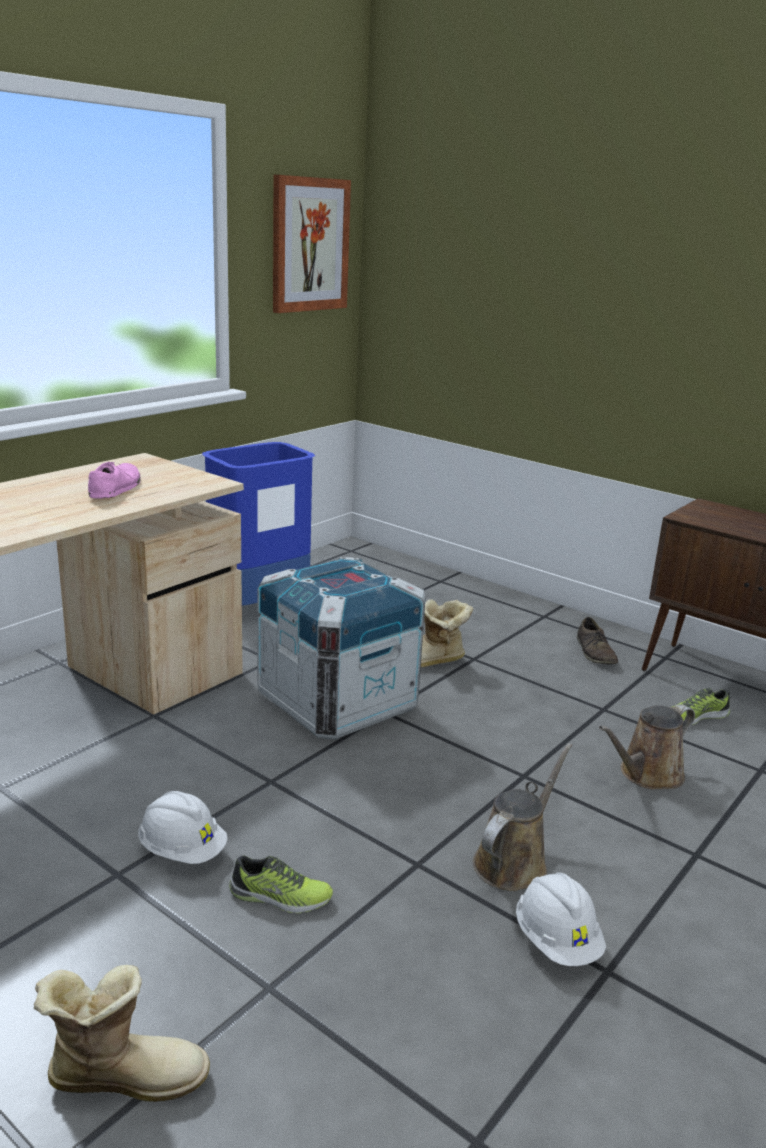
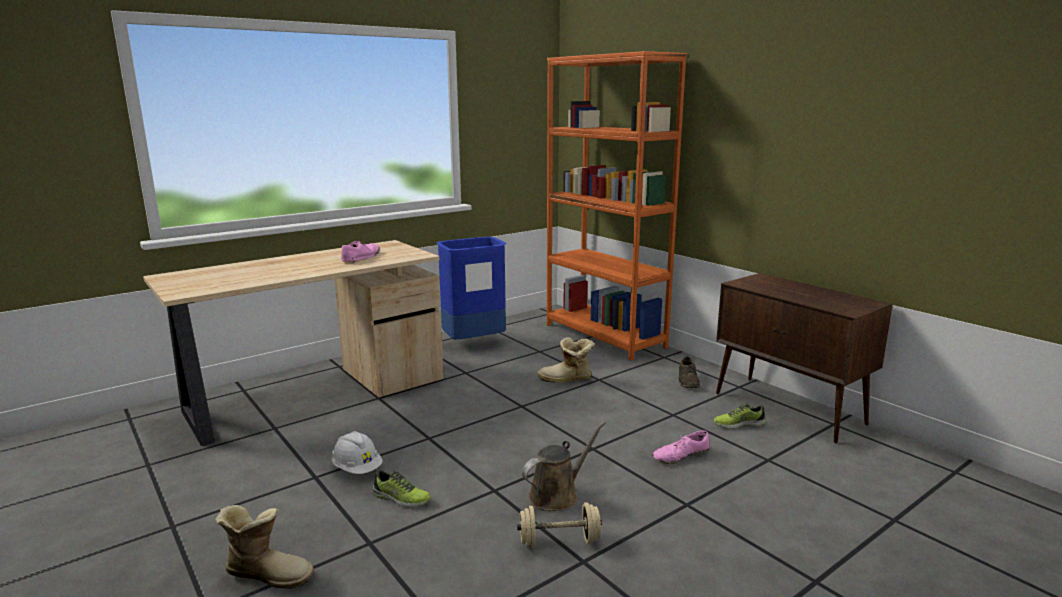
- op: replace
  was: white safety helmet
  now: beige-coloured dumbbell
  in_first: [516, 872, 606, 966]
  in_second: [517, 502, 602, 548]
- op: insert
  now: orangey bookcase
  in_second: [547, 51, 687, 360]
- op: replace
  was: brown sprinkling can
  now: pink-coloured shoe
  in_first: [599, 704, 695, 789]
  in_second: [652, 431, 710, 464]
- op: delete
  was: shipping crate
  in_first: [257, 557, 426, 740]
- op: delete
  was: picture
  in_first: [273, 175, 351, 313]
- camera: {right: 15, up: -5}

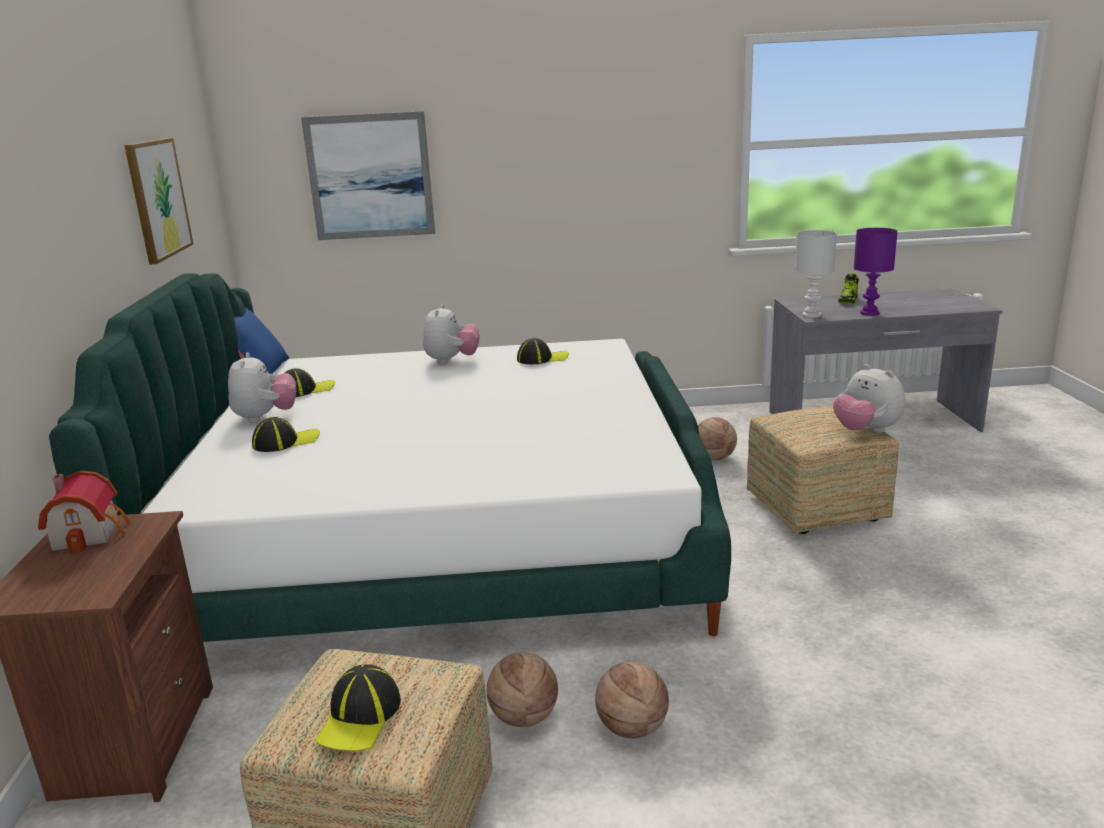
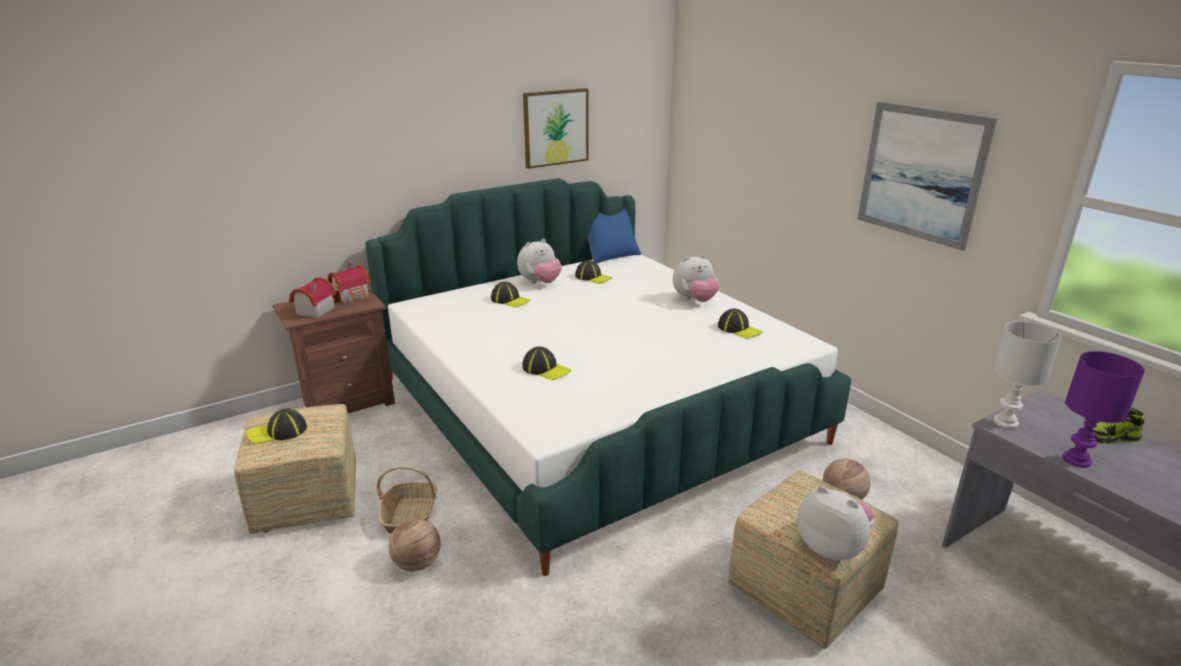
- op: insert
  now: toy house
  in_second: [289, 277, 336, 318]
- op: replace
  was: basketball ball
  now: storage basket
  in_first: [486, 652, 558, 727]
  in_second: [377, 466, 437, 533]
- op: insert
  now: cap
  in_second: [522, 346, 571, 380]
- op: rotate
  was: plush toy
  in_first: [833, 364, 906, 433]
  in_second: [797, 486, 875, 562]
  clockwise: 105
- op: move
  was: picture
  in_first: [301, 111, 435, 240]
  in_second: [858, 102, 997, 251]
- camera: {right: 60, up: 5}

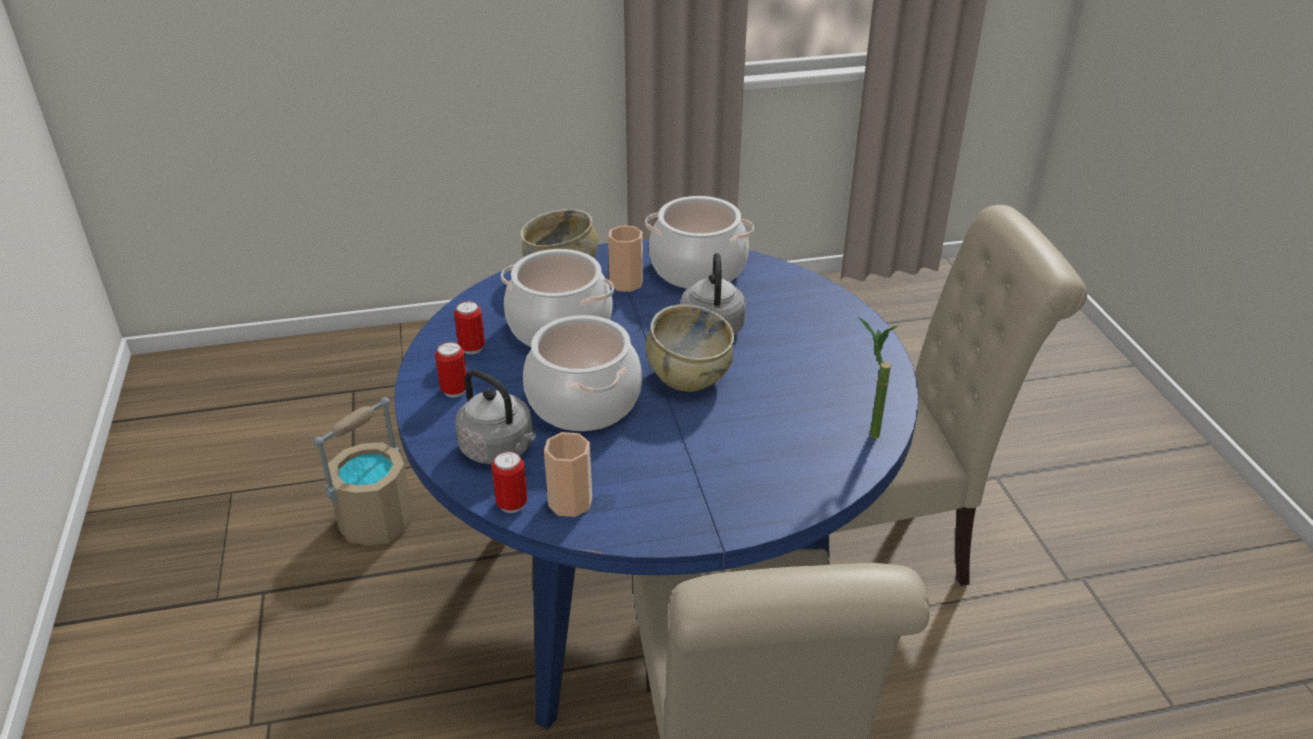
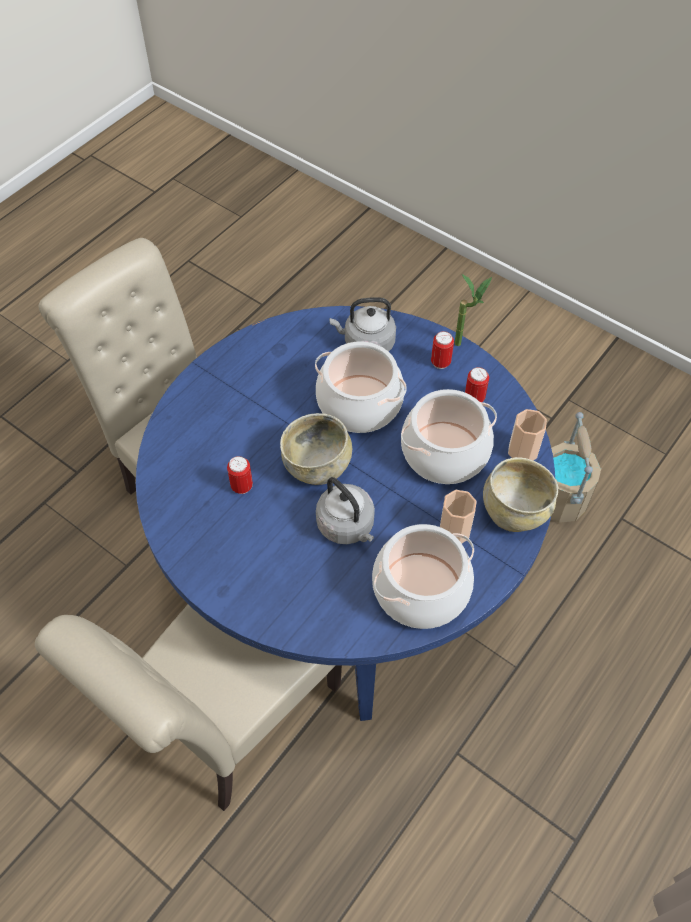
- op: move
  was: sealed can
  in_first: [491, 451, 527, 513]
  in_second: [227, 456, 253, 494]
- op: move
  was: potted plant
  in_first: [858, 317, 898, 439]
  in_second: [455, 274, 492, 346]
- op: move
  was: drinking cup
  in_first: [544, 432, 592, 517]
  in_second: [508, 409, 547, 460]
- camera: {right: 140, up: 20}

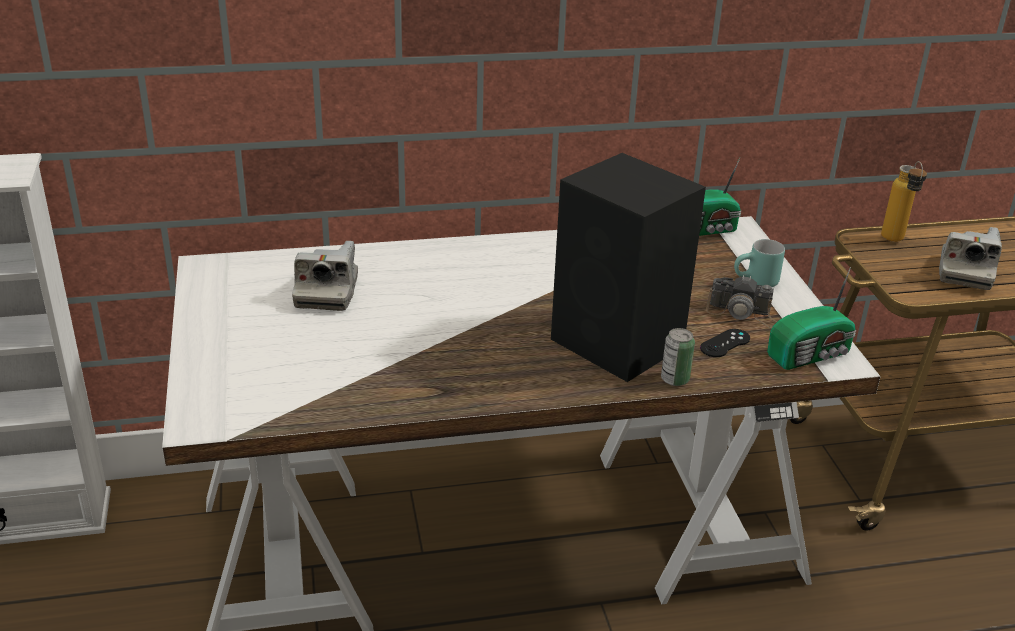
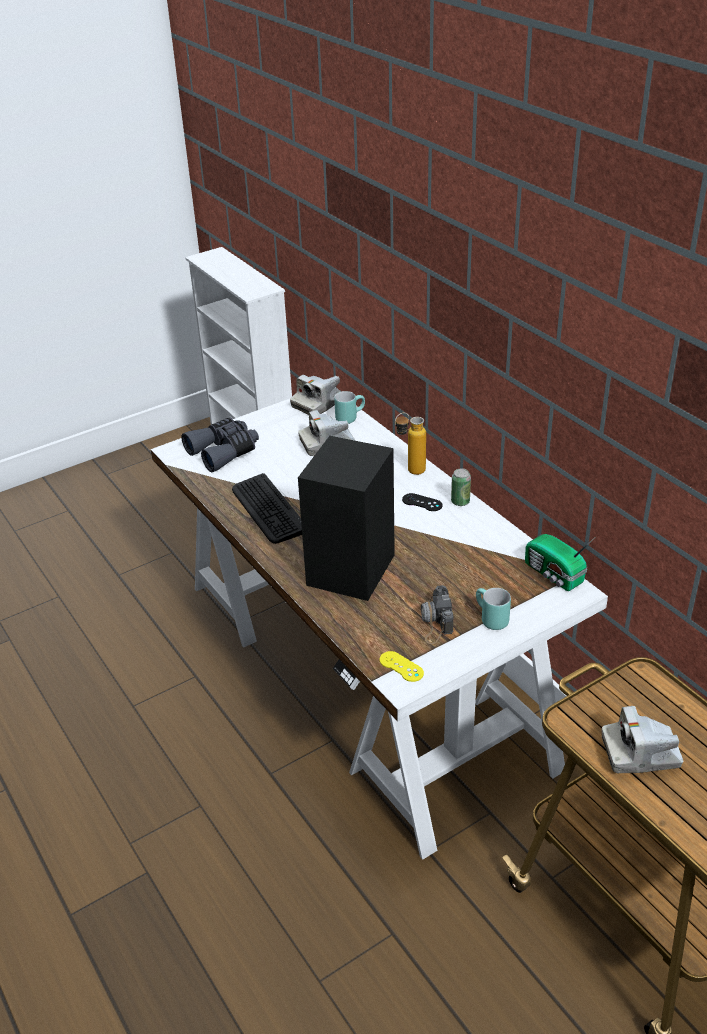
- op: insert
  now: greyish field glasses
  in_second: [181, 417, 259, 472]
- op: insert
  now: computer keyboard
  in_second: [232, 473, 302, 544]
- op: insert
  now: photo camera
  in_second: [290, 375, 342, 415]
- op: insert
  now: turquoise mug
  in_second: [334, 391, 365, 424]
- op: replace
  was: radio set
  now: yellow joypad
  in_first: [767, 267, 856, 370]
  in_second: [380, 651, 424, 682]
- op: move
  was: drink bottle
  in_first: [881, 161, 927, 242]
  in_second: [395, 413, 426, 475]
- op: move
  was: blackish joypad
  in_first: [700, 329, 750, 357]
  in_second: [402, 493, 443, 511]
- op: move
  was: sealed can
  in_first: [661, 328, 695, 386]
  in_second: [451, 468, 471, 506]
- camera: {right: 70, up: 5}

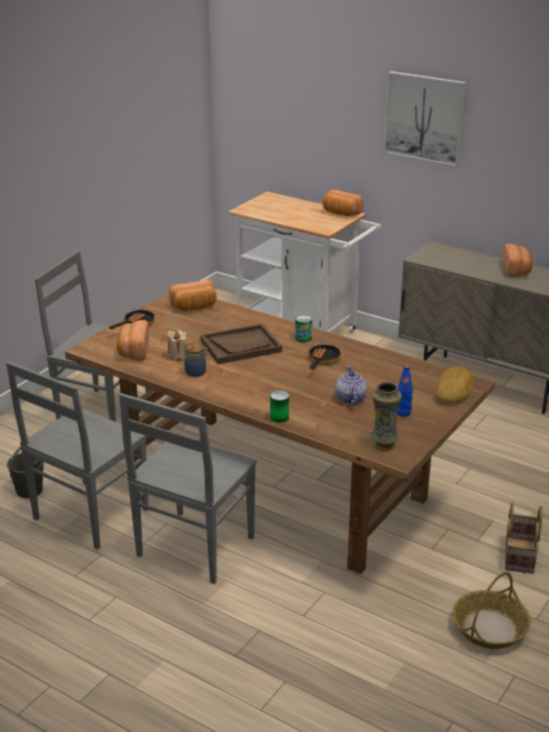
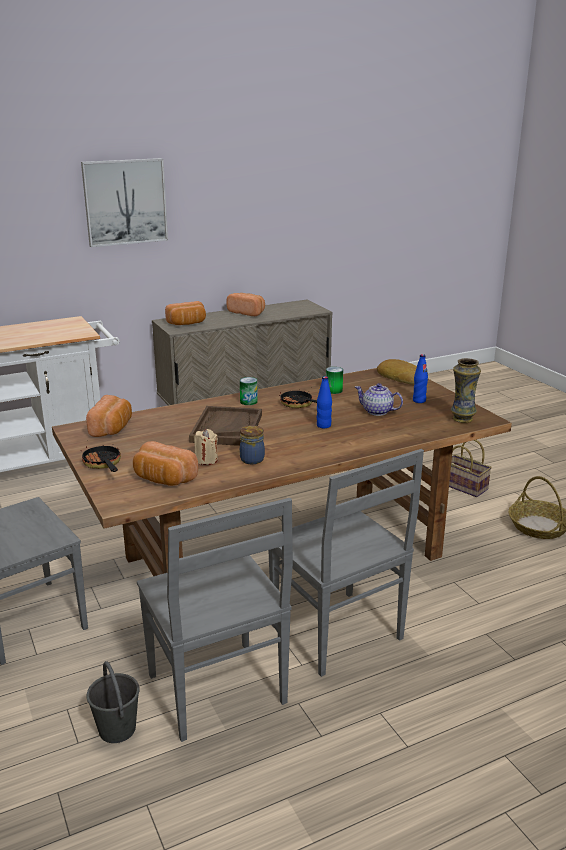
- op: move
  was: bakery bread
  in_first: [322, 190, 363, 216]
  in_second: [165, 301, 206, 325]
- op: insert
  now: blue drink bottle
  in_second: [317, 376, 332, 428]
- op: move
  was: sealed can
  in_first: [270, 391, 289, 423]
  in_second: [326, 367, 343, 394]
- camera: {right: -60, up: -5}

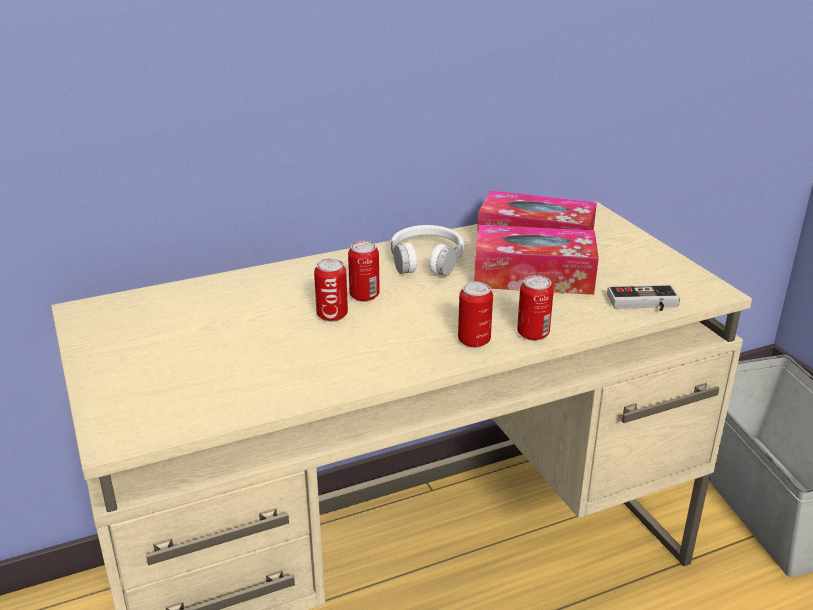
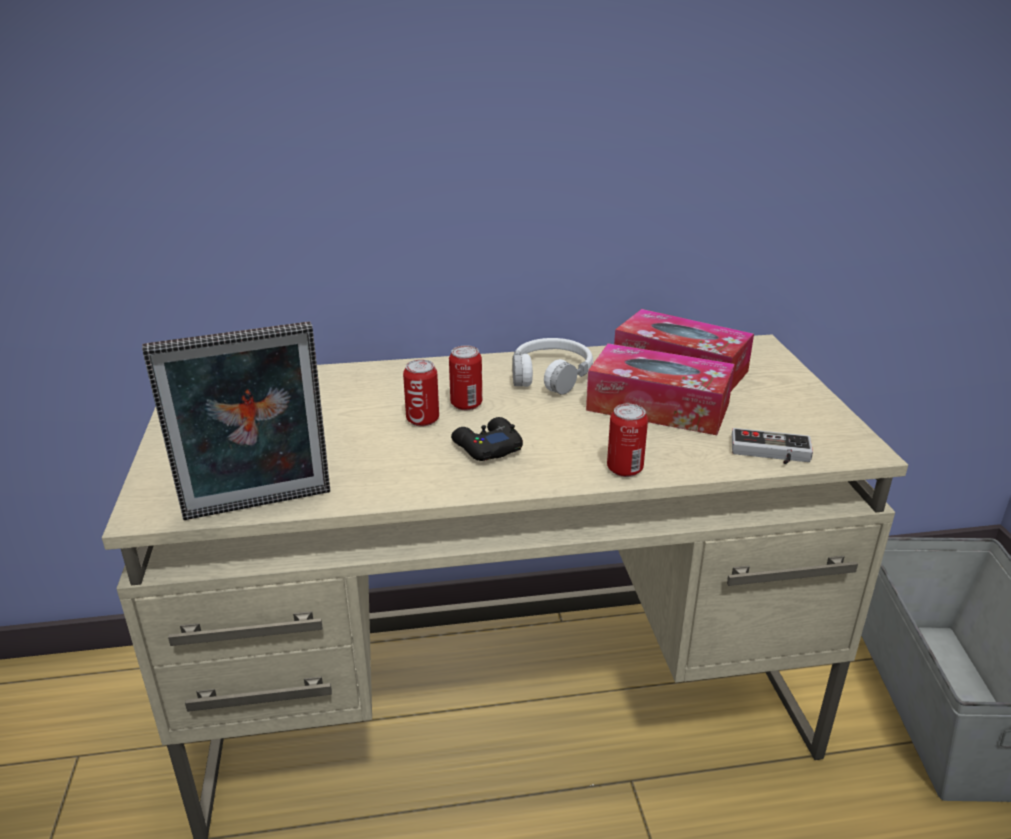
- op: insert
  now: standing frame
  in_second: [142, 321, 330, 520]
- op: insert
  now: blackish joypad
  in_second: [451, 417, 523, 461]
- op: delete
  was: sealed can
  in_first: [458, 282, 493, 348]
- camera: {right: 15, up: 0}

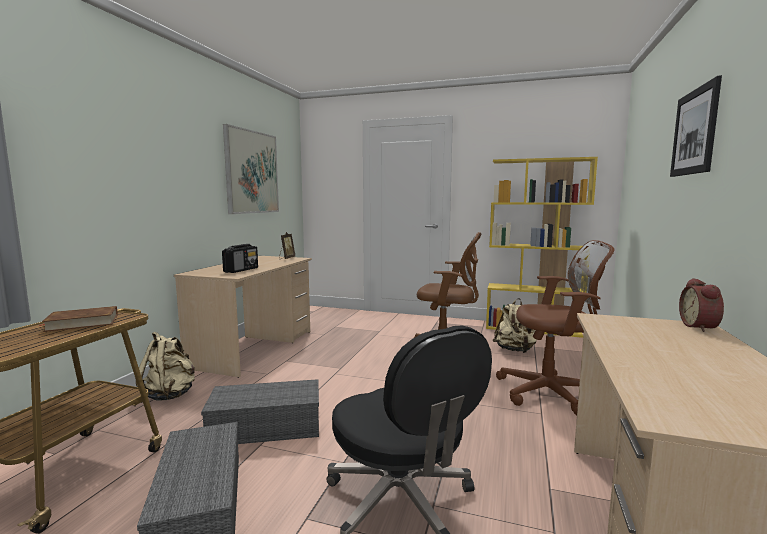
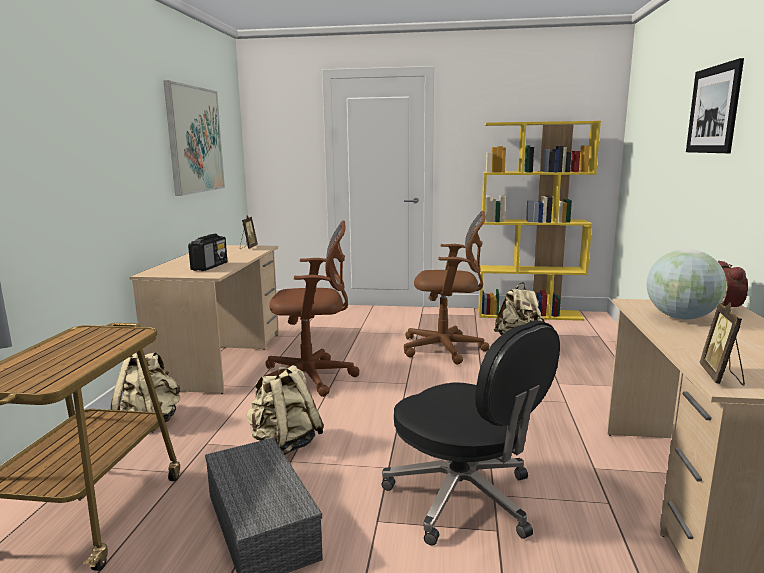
- op: replace
  was: greyish storage bin
  now: beige-coloured rucksack
  in_first: [201, 379, 319, 444]
  in_second: [246, 365, 324, 455]
- op: move
  was: brown office chair
  in_first: [496, 240, 614, 416]
  in_second: [265, 220, 360, 397]
- op: insert
  now: world globe
  in_second: [647, 249, 726, 320]
- op: insert
  now: standing frame
  in_second: [699, 302, 745, 386]
- op: delete
  was: brown bound book
  in_first: [39, 306, 118, 332]
- camera: {right: -10, up: 5}

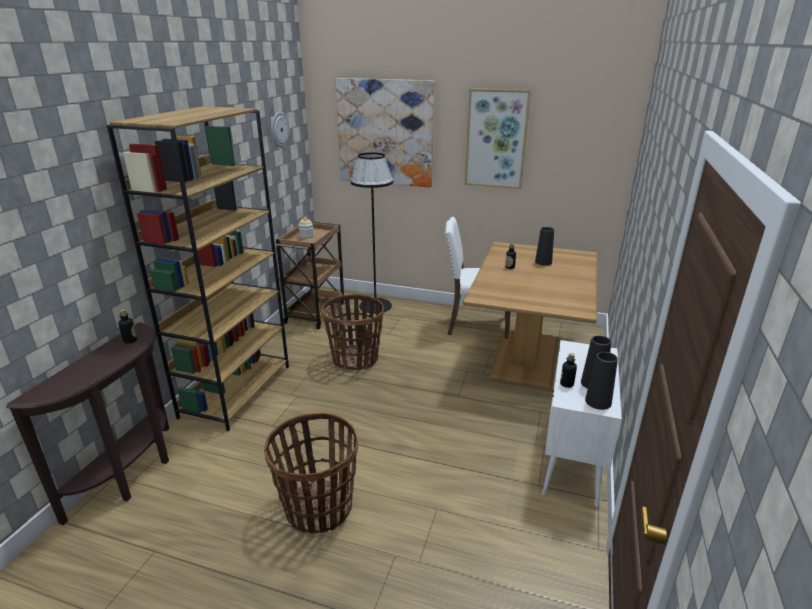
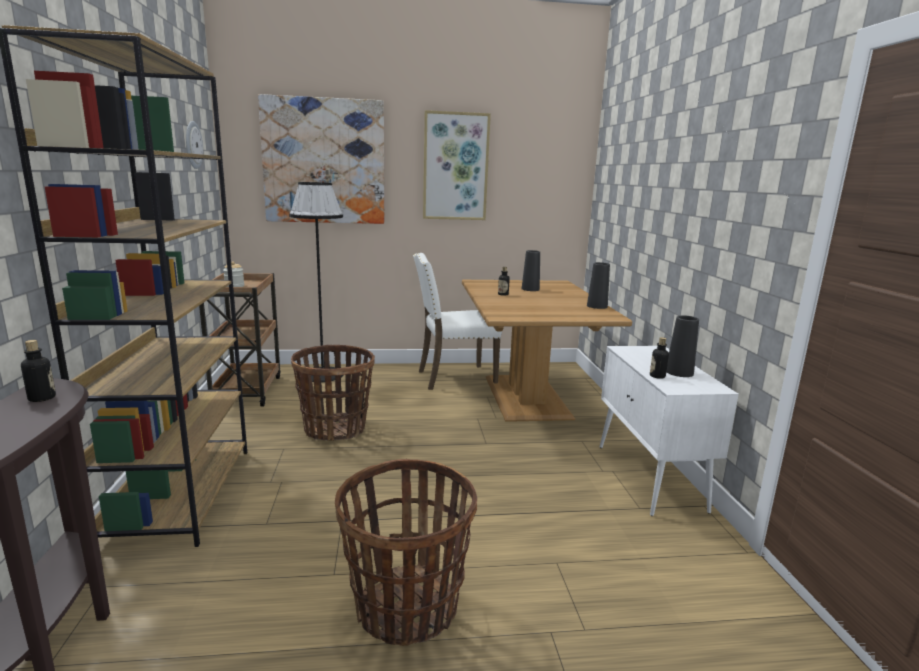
- op: move
  was: blackish vase
  in_first: [585, 352, 618, 410]
  in_second: [587, 262, 610, 309]
- camera: {right: -25, up: -10}

